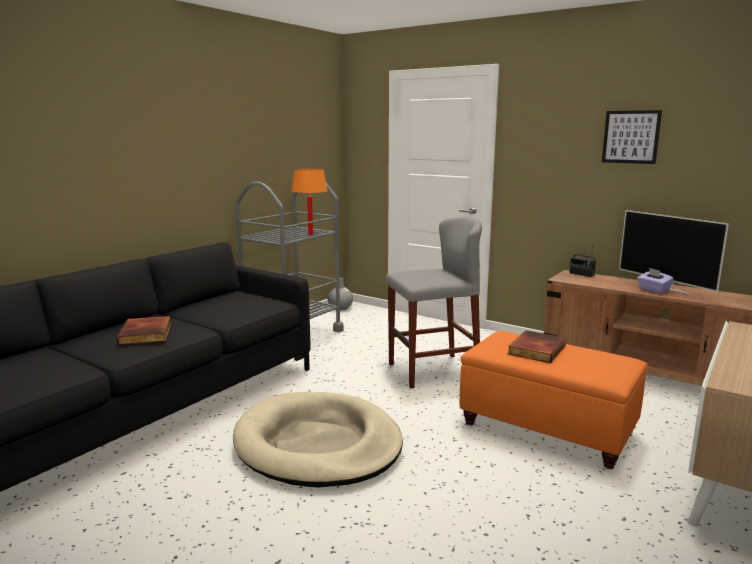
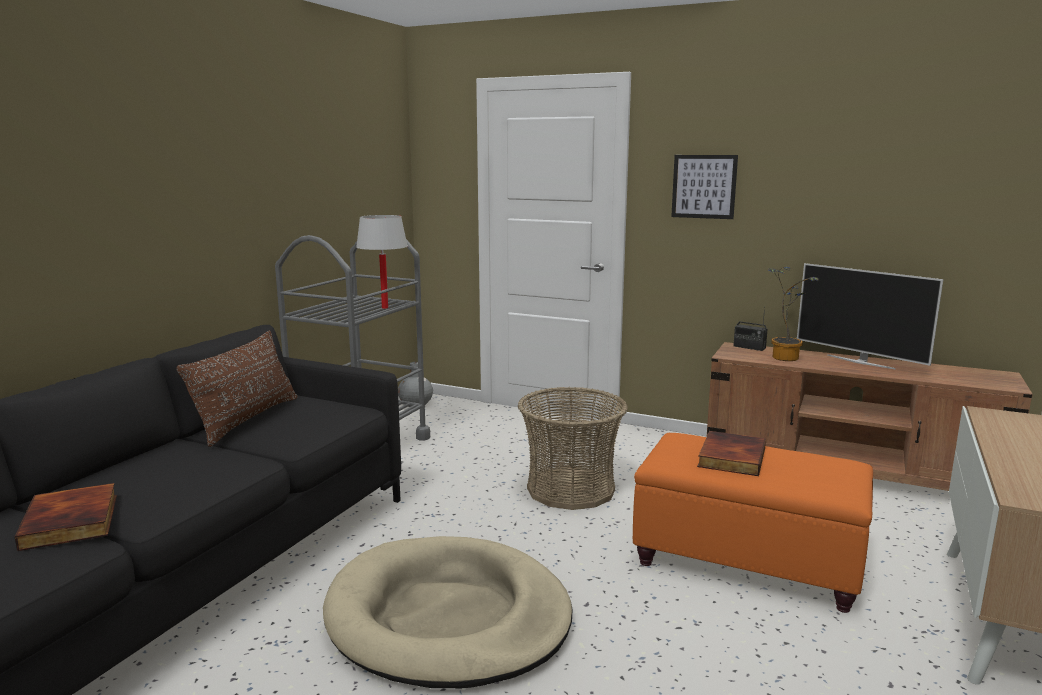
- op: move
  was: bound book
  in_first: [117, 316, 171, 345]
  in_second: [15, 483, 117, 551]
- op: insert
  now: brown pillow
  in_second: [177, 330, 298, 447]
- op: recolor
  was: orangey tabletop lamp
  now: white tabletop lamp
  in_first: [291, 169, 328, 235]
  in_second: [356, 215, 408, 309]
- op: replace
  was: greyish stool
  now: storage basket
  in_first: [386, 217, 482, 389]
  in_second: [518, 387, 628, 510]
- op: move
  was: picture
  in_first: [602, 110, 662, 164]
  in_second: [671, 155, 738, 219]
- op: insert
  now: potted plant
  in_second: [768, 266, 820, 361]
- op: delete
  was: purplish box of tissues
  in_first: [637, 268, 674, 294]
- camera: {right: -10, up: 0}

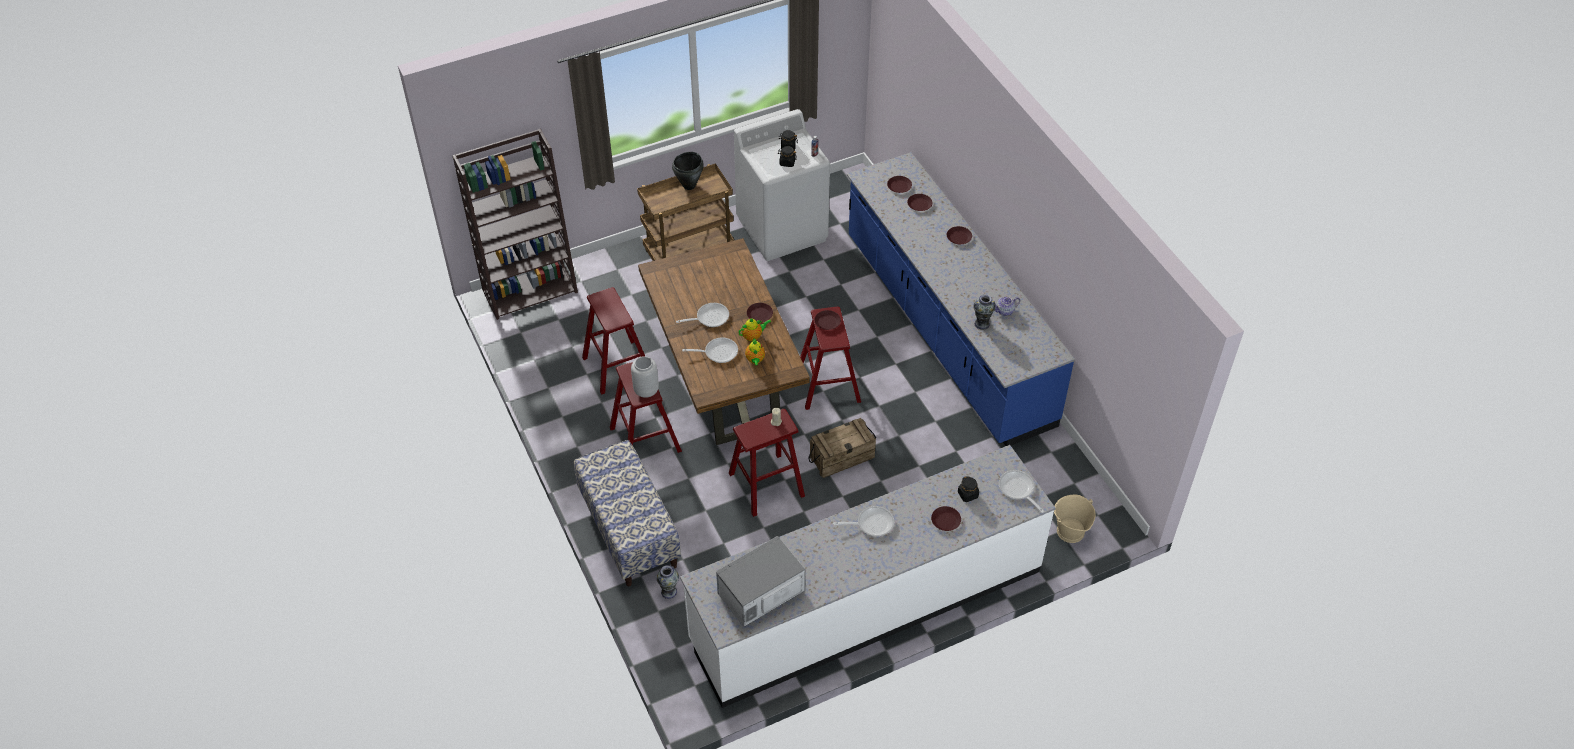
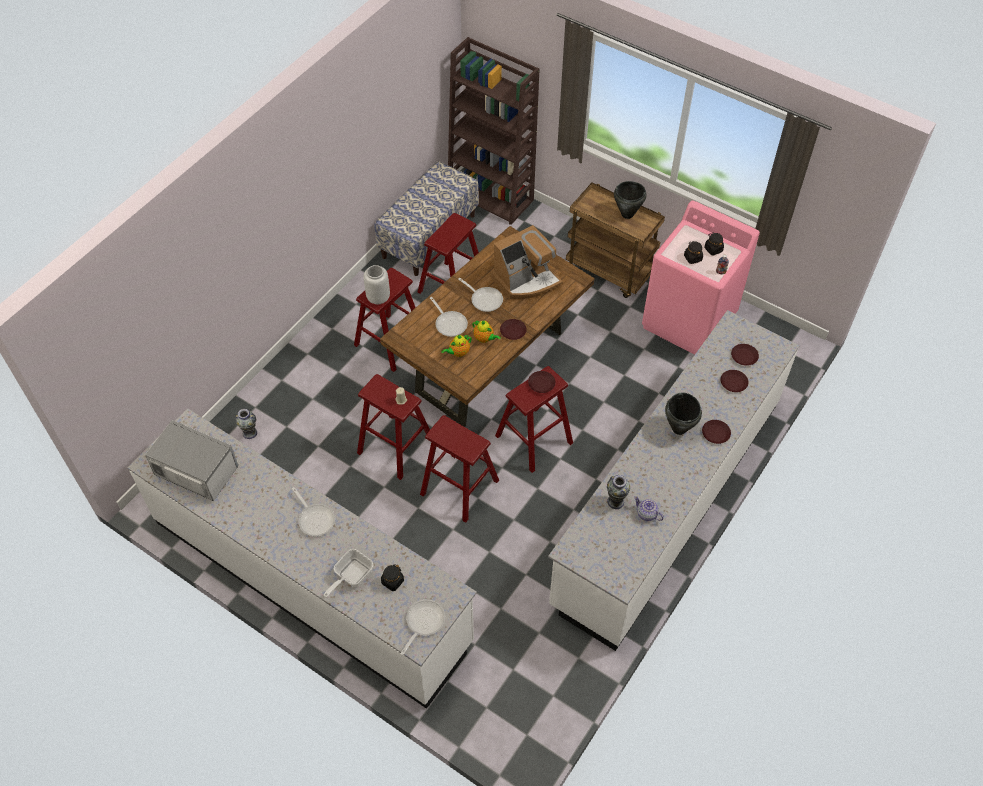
- op: replace
  was: brown flat dish
  now: pan
  in_first: [931, 506, 961, 531]
  in_second: [324, 549, 374, 598]
- op: move
  was: long seat
  in_first: [574, 440, 681, 586]
  in_second: [374, 161, 479, 276]
- op: replace
  was: shipping crate
  now: red stool
  in_first: [809, 418, 876, 478]
  in_second: [420, 415, 499, 523]
- op: insert
  now: coffee machine
  in_second: [491, 225, 563, 299]
- op: recolor
  was: blue kitchen base unit
  now: white kitchen base unit
  in_first: [847, 152, 1075, 446]
  in_second: [548, 310, 800, 651]
- op: recolor
  was: white washing machine
  now: pink-coloured washing machine
  in_first: [734, 109, 830, 261]
  in_second: [642, 201, 760, 355]
- op: insert
  now: blackish stockpot
  in_second: [665, 393, 702, 435]
- op: delete
  was: beige-coloured bucket
  in_first: [1054, 495, 1095, 543]
- camera: {right: 60, up: 5}

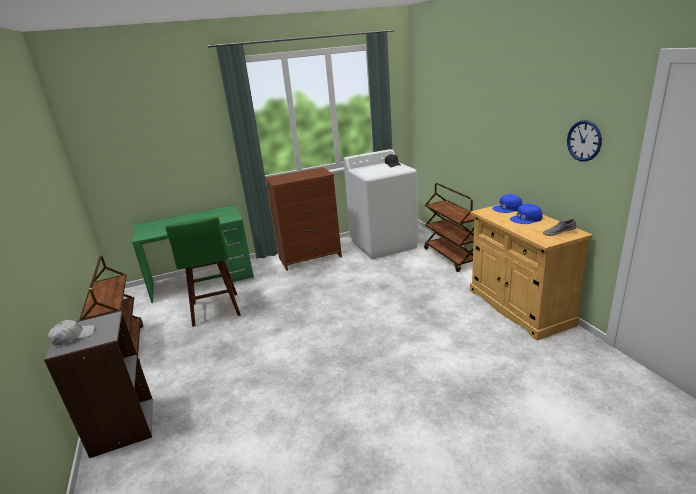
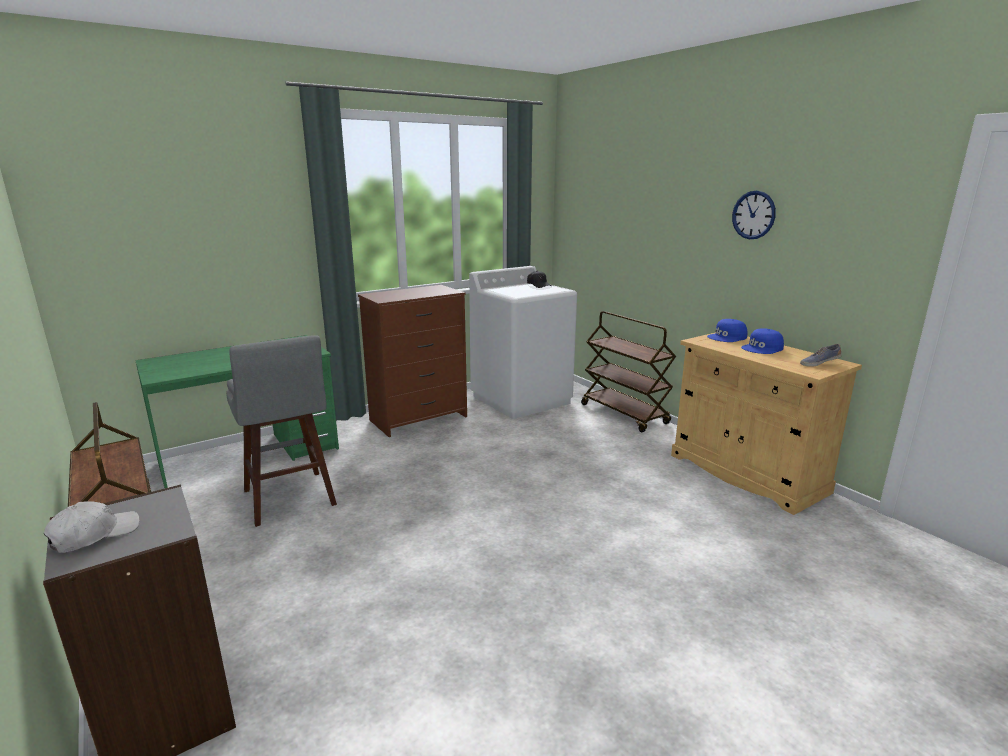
- op: recolor
  was: green stool
  now: greyish stool
  in_first: [165, 216, 241, 327]
  in_second: [226, 335, 337, 527]
- op: move
  was: clock on the wall
  in_first: [567, 120, 602, 162]
  in_second: [732, 191, 776, 239]
- camera: {right: -15, up: -5}

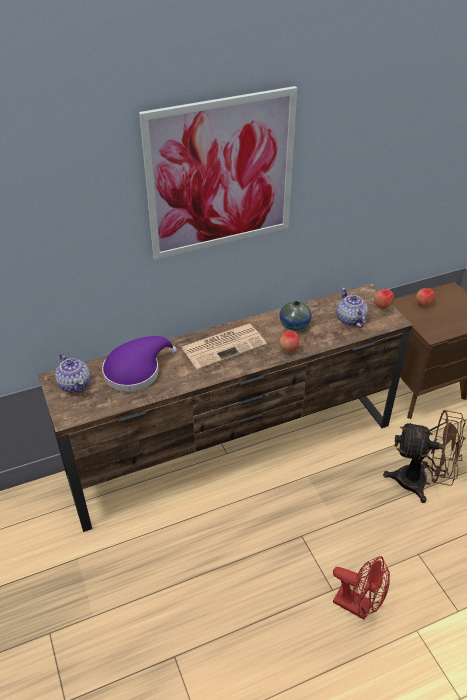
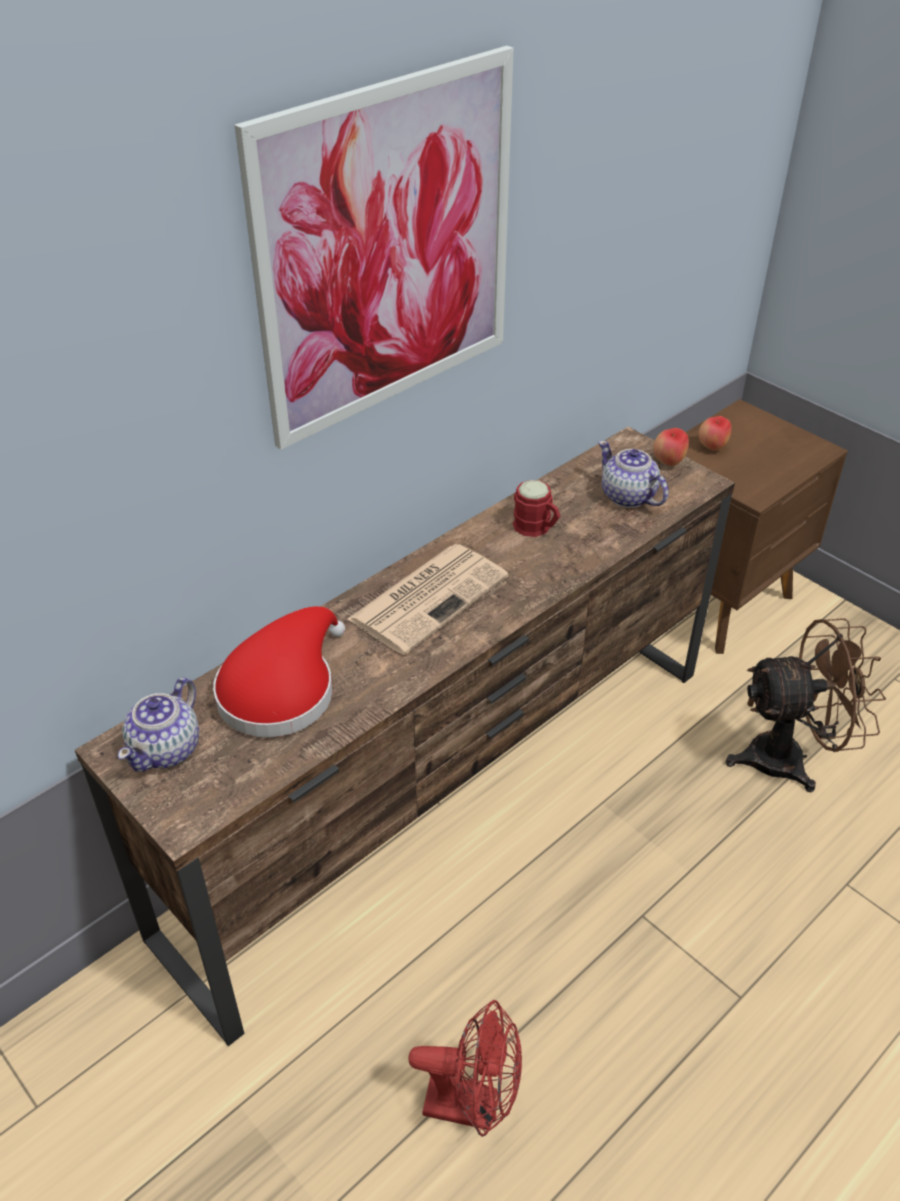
- op: rotate
  was: tea pot
  in_first: [55, 353, 91, 393]
  in_second: [118, 677, 199, 772]
  clockwise: 75
- op: recolor
  was: purplish hat
  now: red hat
  in_first: [102, 336, 177, 392]
  in_second: [213, 606, 345, 737]
- op: move
  was: red electric fan
  in_first: [333, 556, 390, 620]
  in_second: [408, 1000, 522, 1137]
- op: replace
  was: vase
  now: red mug
  in_first: [279, 301, 312, 331]
  in_second: [513, 480, 560, 537]
- op: delete
  was: whole apple
  in_first: [279, 330, 299, 352]
- camera: {right: -20, up: 0}

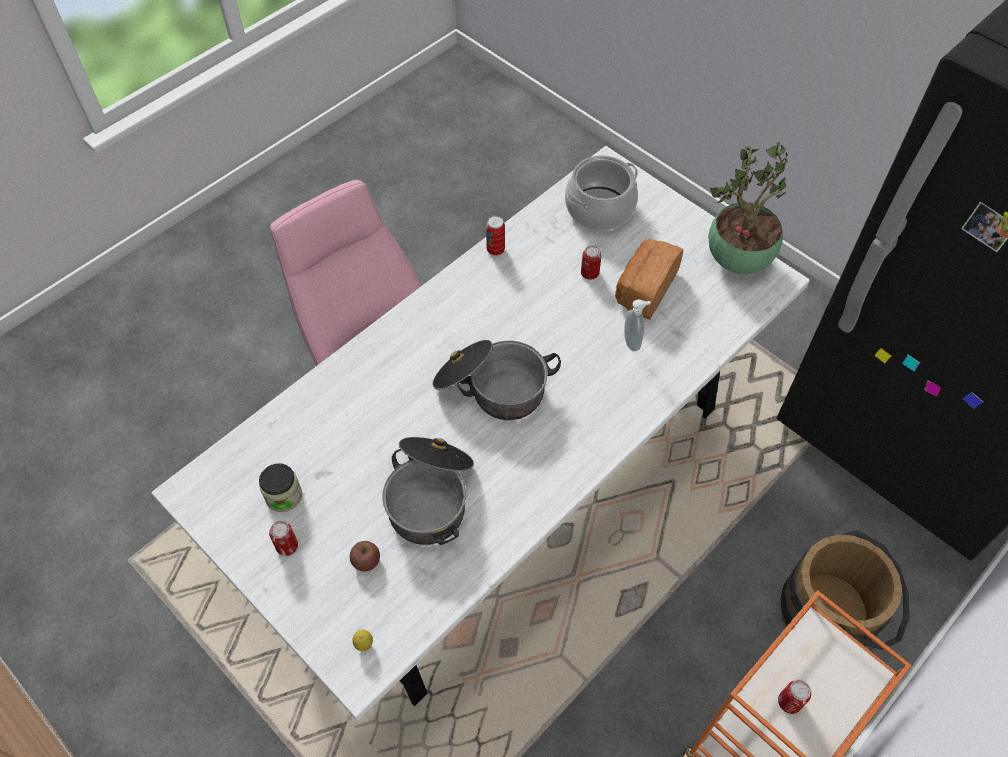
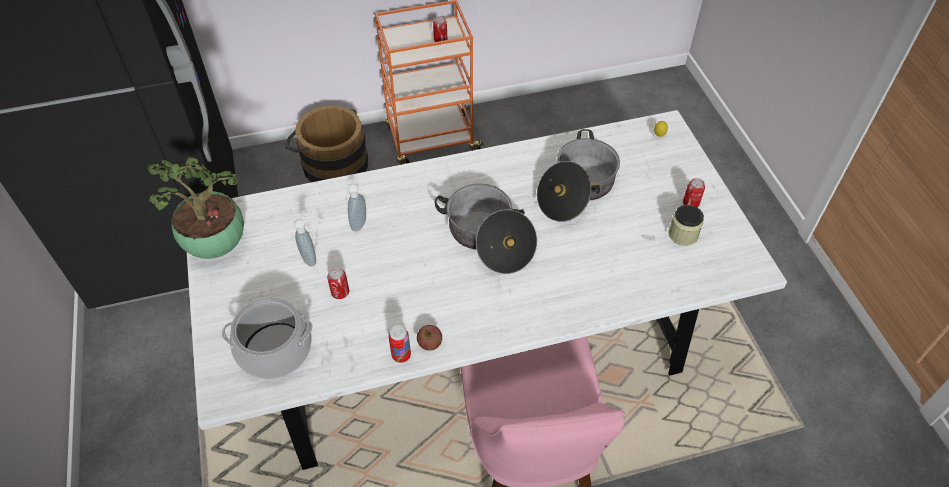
- op: replace
  was: bakery bread
  now: liquid soap bottle
  in_first: [615, 239, 683, 320]
  in_second: [294, 218, 316, 267]
- op: move
  was: whole apple
  in_first: [350, 541, 380, 571]
  in_second: [417, 325, 442, 351]
- camera: {right: -150, up: -5}

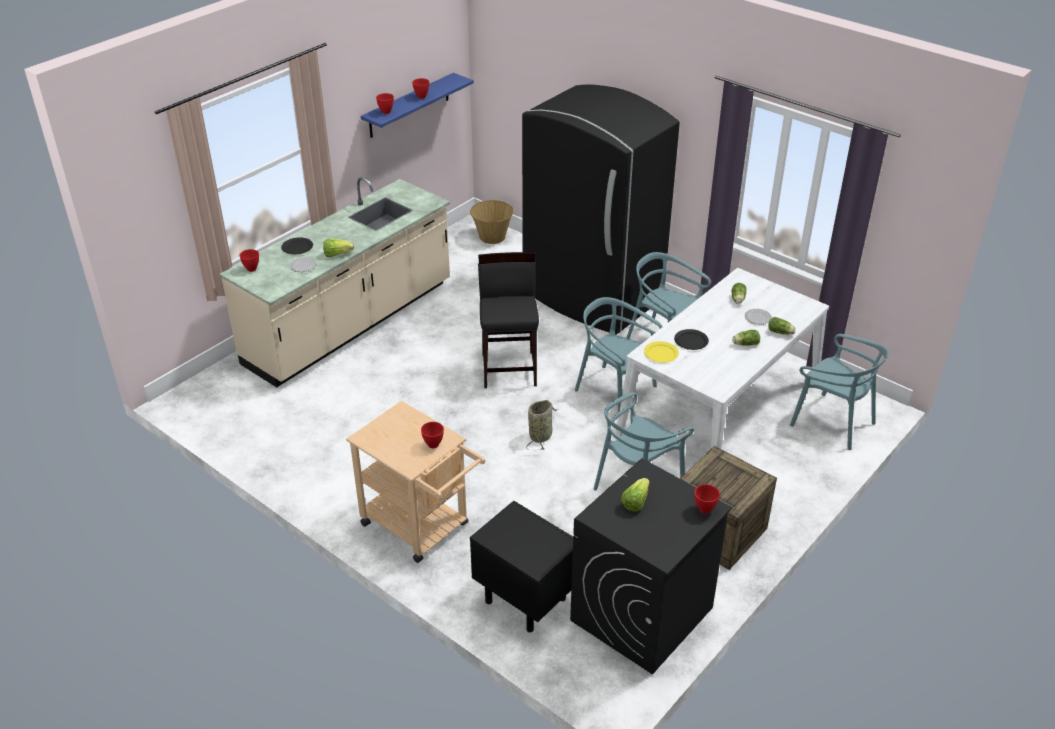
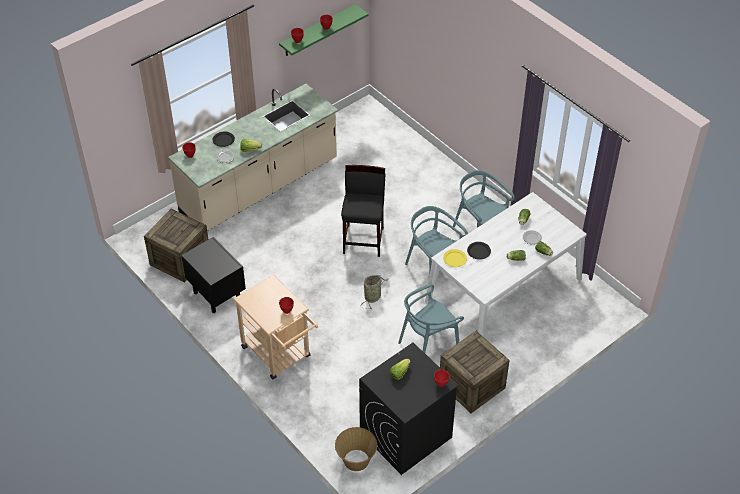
- op: insert
  now: shipping crate
  in_second: [144, 209, 208, 282]
- op: move
  was: blackish night table
  in_first: [470, 501, 573, 632]
  in_second: [181, 237, 246, 313]
- op: recolor
  was: blue bracket shelf
  now: green bracket shelf
  in_first: [361, 73, 474, 138]
  in_second: [279, 4, 369, 56]
- op: move
  was: storage basket
  in_first: [470, 200, 514, 244]
  in_second: [335, 427, 377, 471]
- op: delete
  was: blackish kitchen fridge
  in_first: [522, 85, 680, 335]
- op: delete
  was: turquoise plain chair
  in_first: [790, 334, 889, 450]
- camera: {right: 10, up: 10}

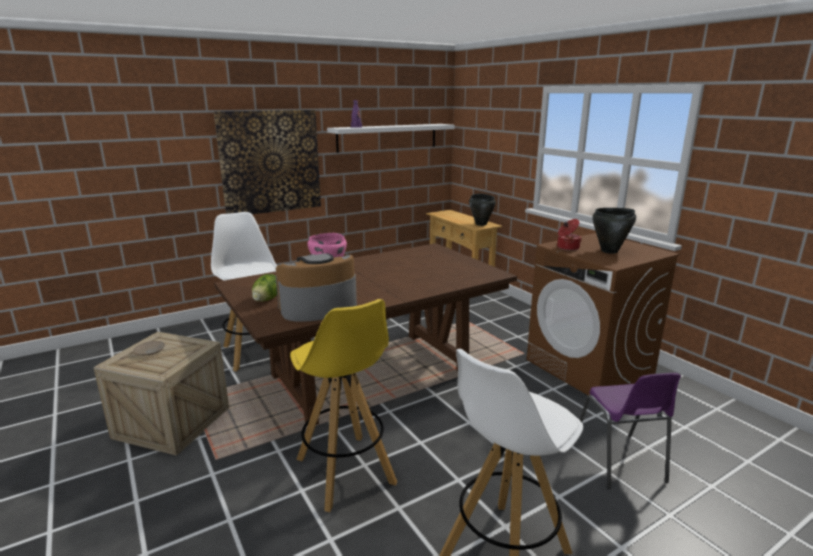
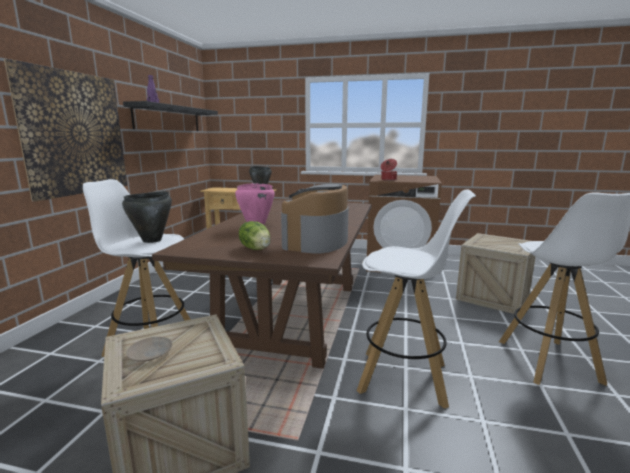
- op: move
  was: blackish stockpot
  in_first: [592, 208, 636, 254]
  in_second: [122, 191, 172, 243]
- op: recolor
  was: white bracket shelf
  now: blackish bracket shelf
  in_first: [327, 124, 455, 153]
  in_second: [123, 101, 218, 131]
- op: recolor
  was: yellow stool
  now: white stool
  in_first: [290, 299, 397, 512]
  in_second: [357, 189, 476, 409]
- op: replace
  was: purplish plain chair
  now: shipping crate
  in_first: [580, 373, 681, 489]
  in_second: [456, 233, 536, 314]
- camera: {right: -45, up: -5}

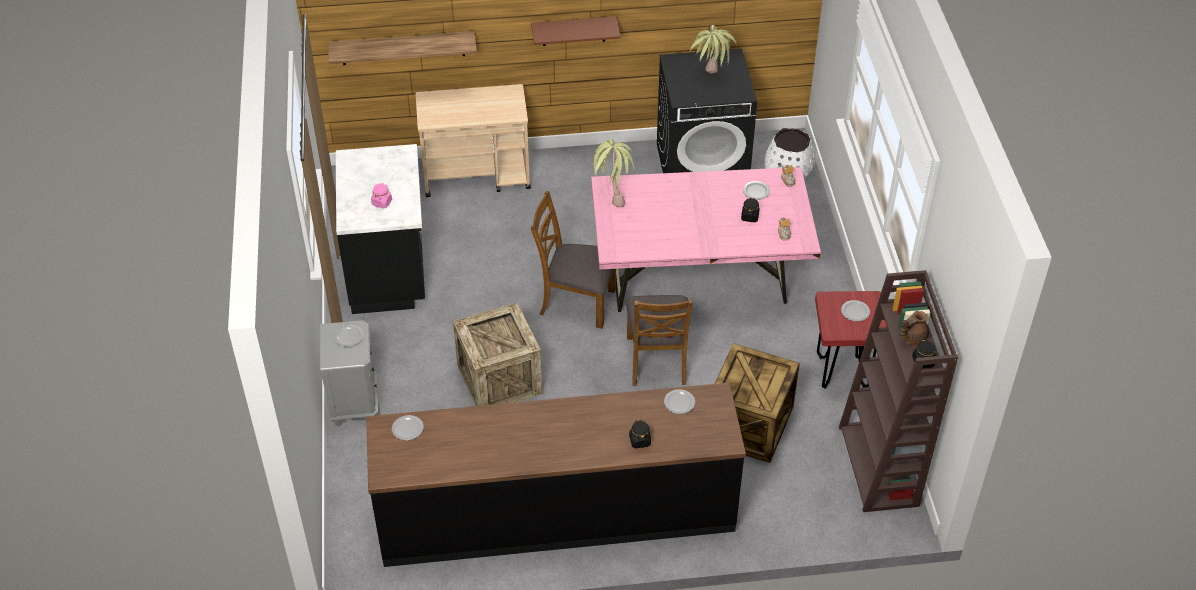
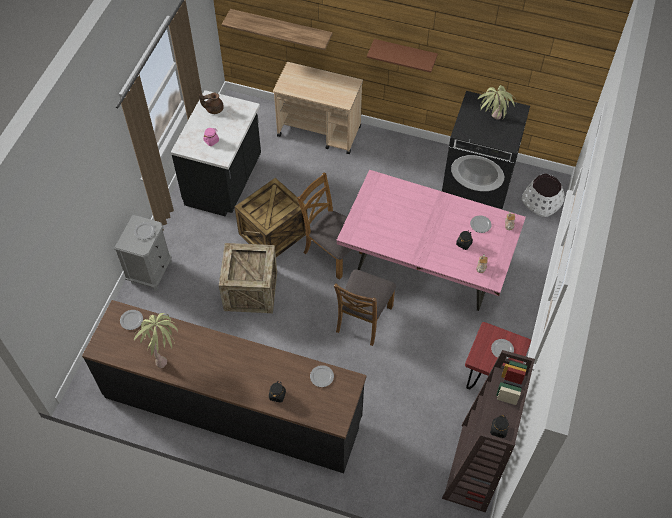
- op: move
  was: potted plant
  in_first: [592, 139, 635, 207]
  in_second: [134, 313, 178, 368]
- op: move
  was: brown tea pot
  in_first: [899, 311, 929, 346]
  in_second: [199, 92, 224, 114]
- op: move
  was: shipping crate
  in_first: [715, 343, 800, 463]
  in_second: [234, 178, 308, 257]
- camera: {right: 25, up: 10}

